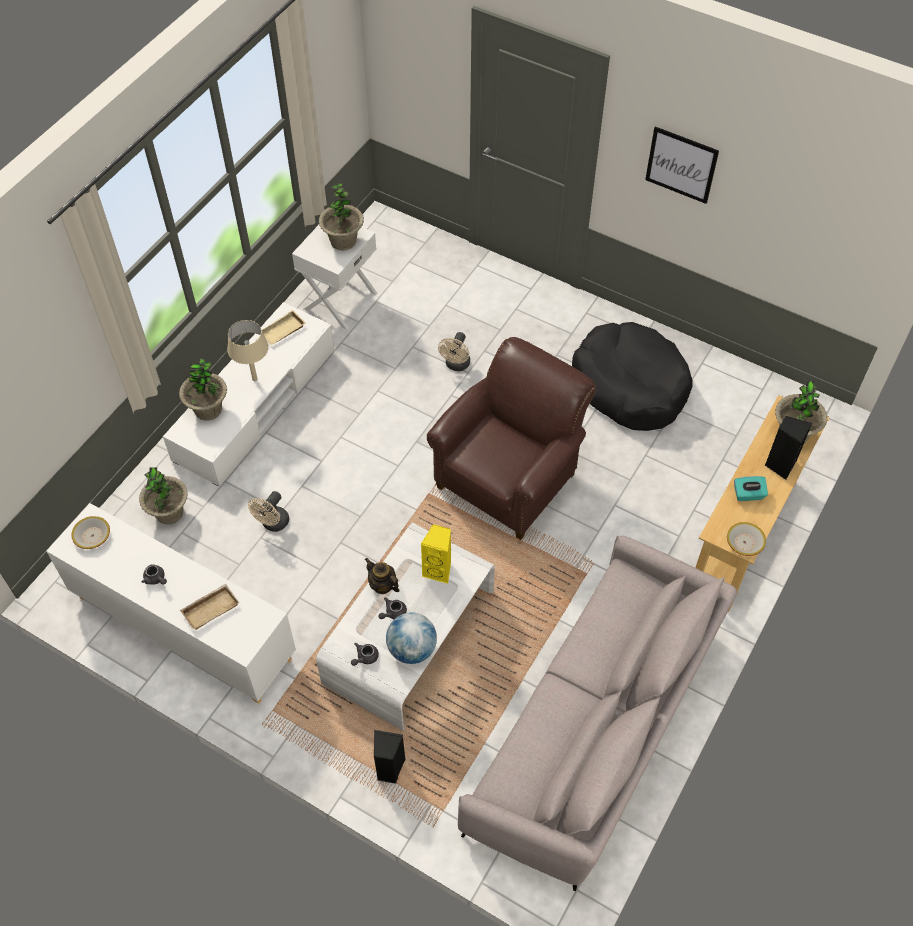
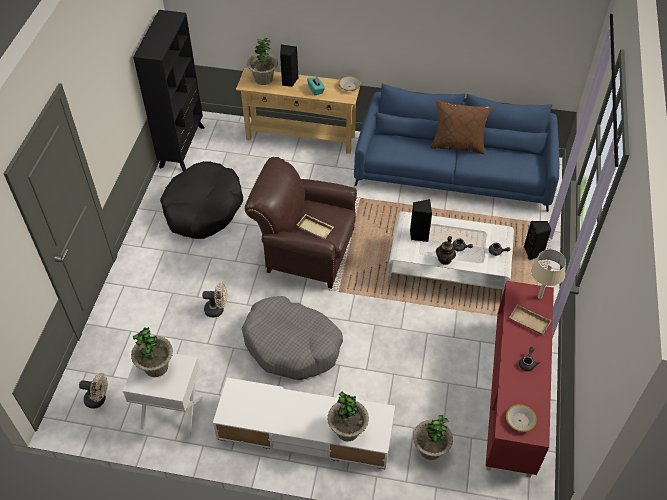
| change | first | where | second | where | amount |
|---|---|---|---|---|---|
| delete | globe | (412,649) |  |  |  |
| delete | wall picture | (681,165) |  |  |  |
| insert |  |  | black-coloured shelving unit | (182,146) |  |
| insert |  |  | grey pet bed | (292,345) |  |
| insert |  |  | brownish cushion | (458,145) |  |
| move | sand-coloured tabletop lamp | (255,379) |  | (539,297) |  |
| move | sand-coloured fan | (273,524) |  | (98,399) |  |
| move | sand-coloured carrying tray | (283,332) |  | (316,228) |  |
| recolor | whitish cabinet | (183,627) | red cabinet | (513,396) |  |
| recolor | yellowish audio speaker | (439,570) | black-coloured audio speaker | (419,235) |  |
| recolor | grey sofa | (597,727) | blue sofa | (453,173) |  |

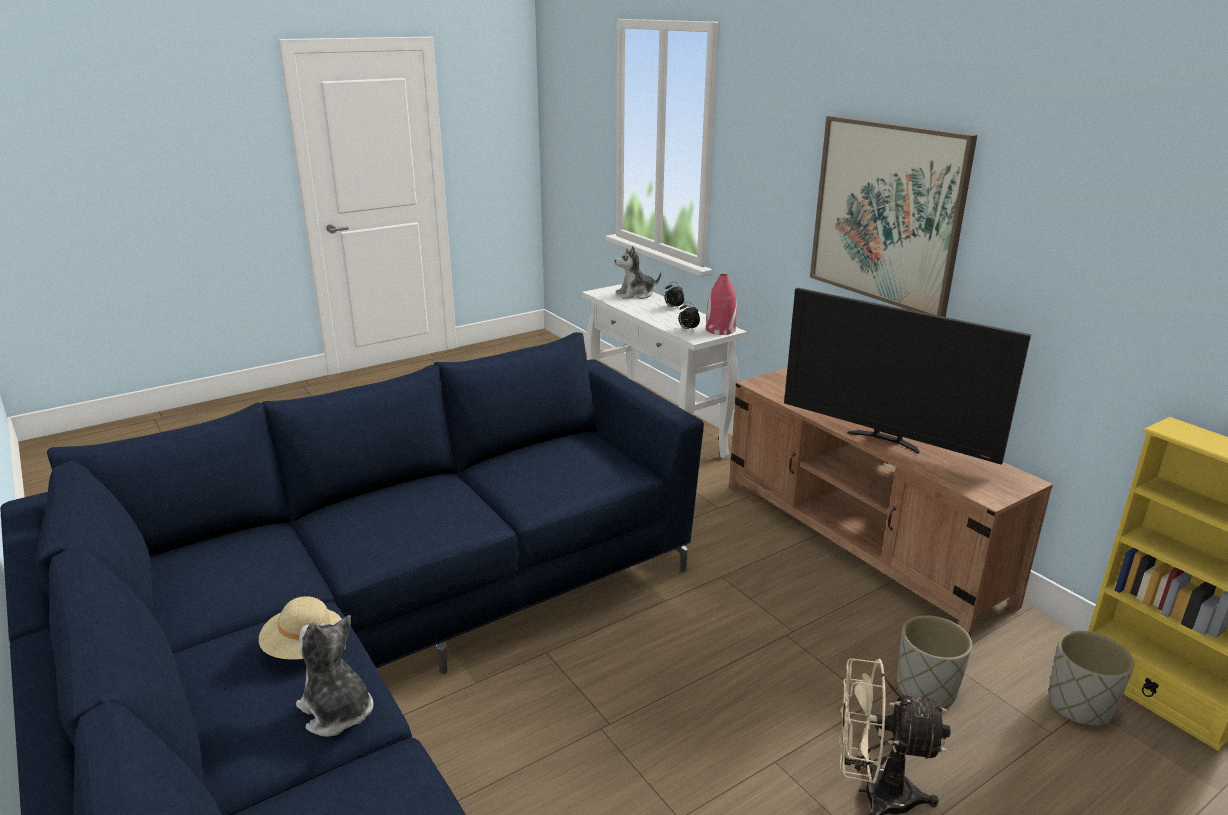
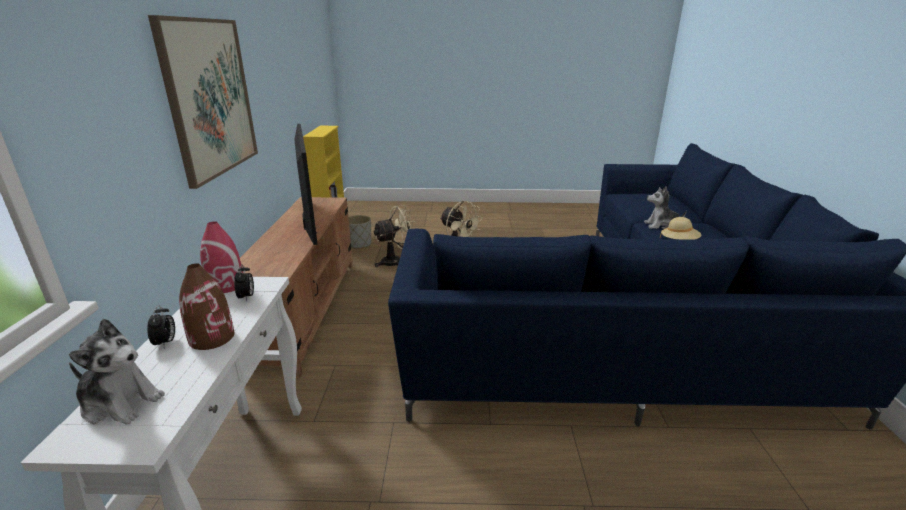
| change | first | where | second | where | amount |
|---|---|---|---|---|---|
| insert |  |  | brownish vase | (212,337) |  |
| replace | grey plant pot | (926,689) | sand-coloured fan | (396,262) |  |
| rotate | cuddly toy | (337,712) |  | (661,226) | 105 degrees clockwise |

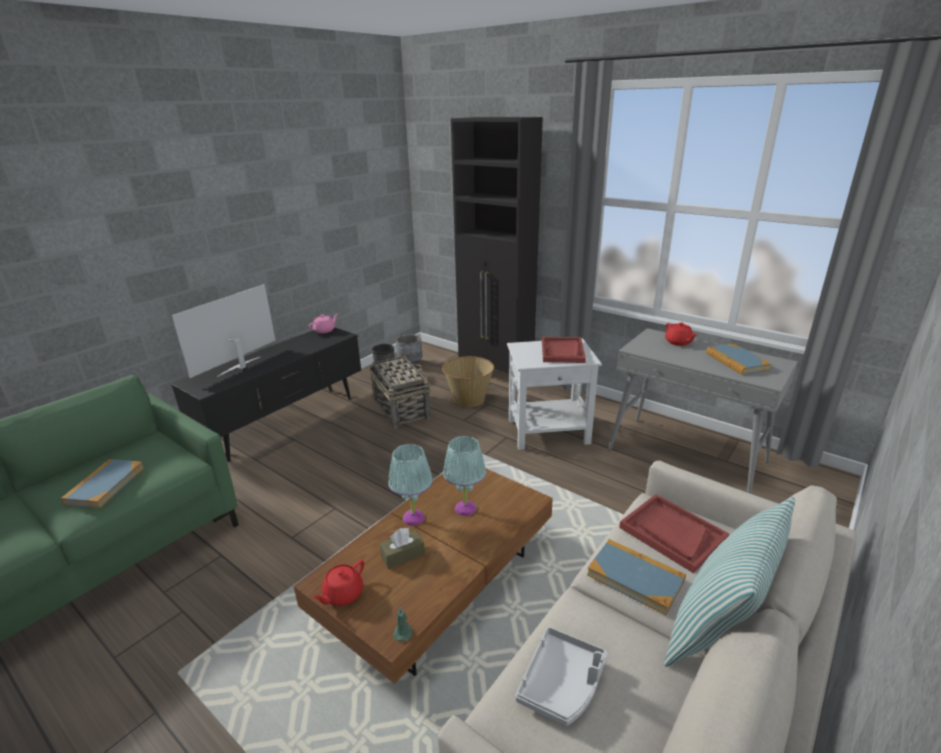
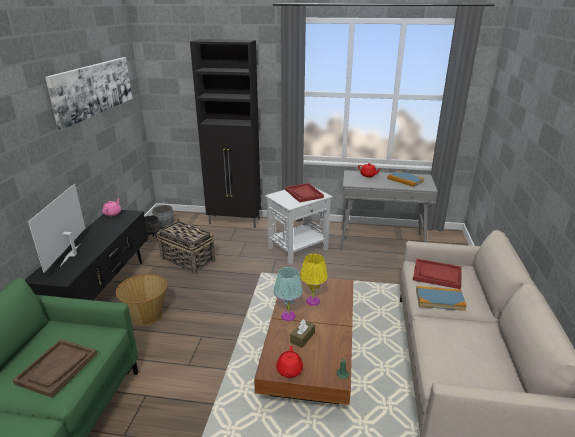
| change | first | where | second | where | amount |
|---|---|---|---|---|---|
| delete | grey carrying tray | (562,683) |  |  |  |
| delete | cushion | (717,629) |  |  |  |
| insert |  |  | wall picture | (94,89) |  |
| move | basket | (469,399) |  | (146,315) |  |
| replace | bound book | (105,486) | brownish carrying tray | (57,368) |  |
| recolor | turquoise-coloured tabletop lamp | (465,508) | yellowish tabletop lamp | (313,301) |  |

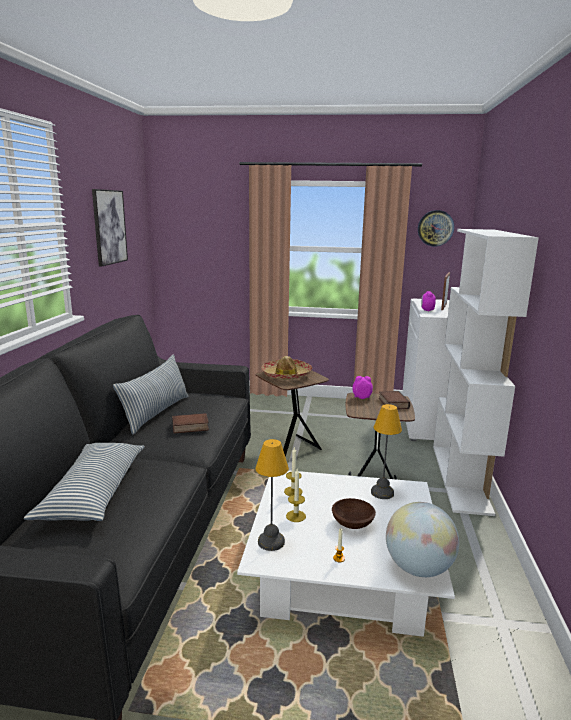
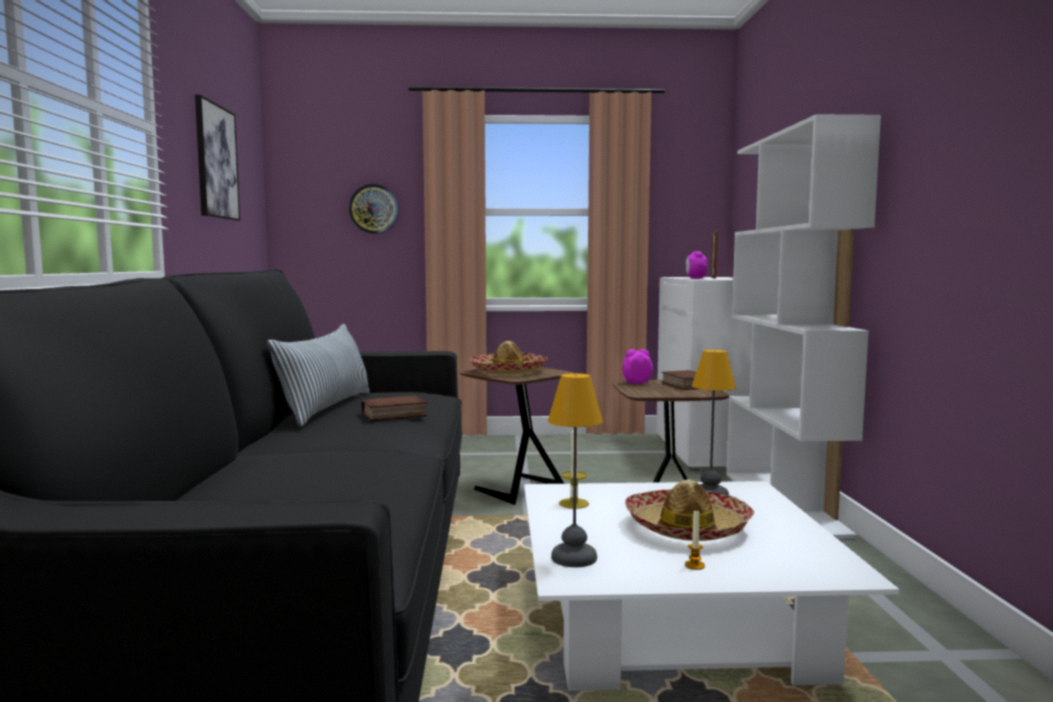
| change | first | where | second | where | amount |
|---|---|---|---|---|---|
| delete | cushion | (93,492) |  |  |  |
| delete | wax light | (295,516) |  |  |  |
| delete | globe | (418,568) |  |  |  |
| move | wall clock | (435,228) |  | (374,209) |  |
| replace | brownish serving bowl | (352,523) | hat | (688,528) |  |

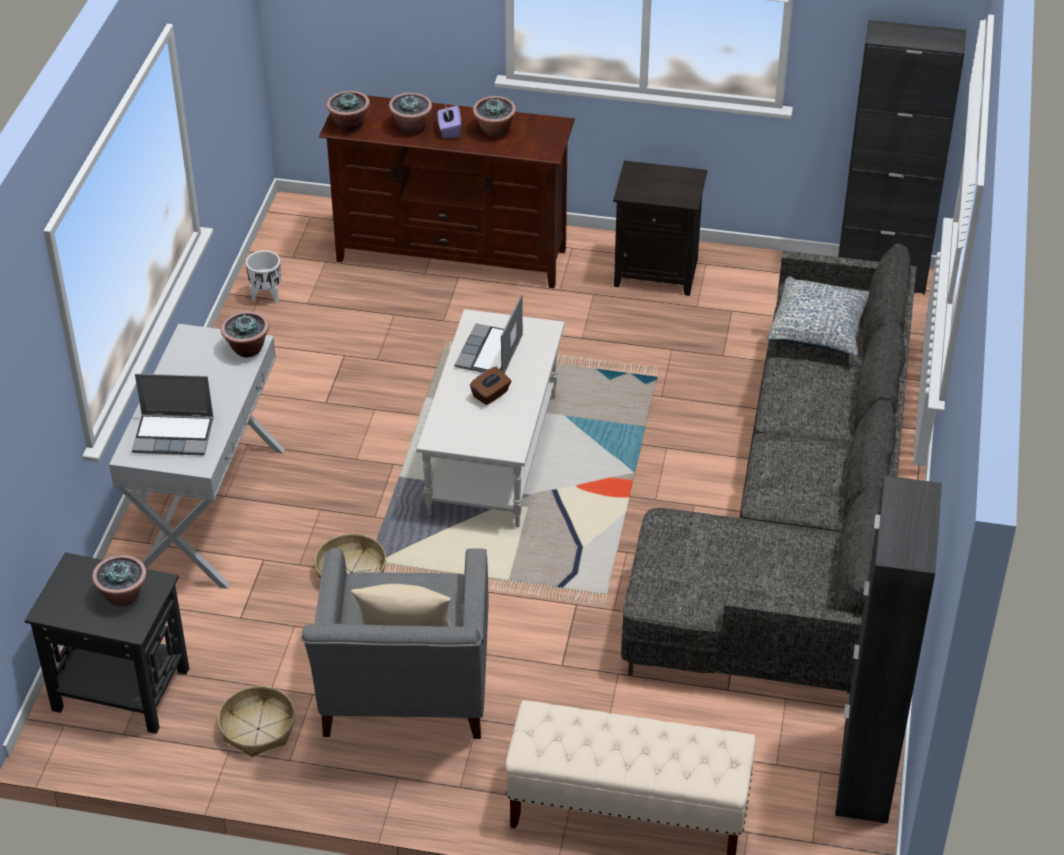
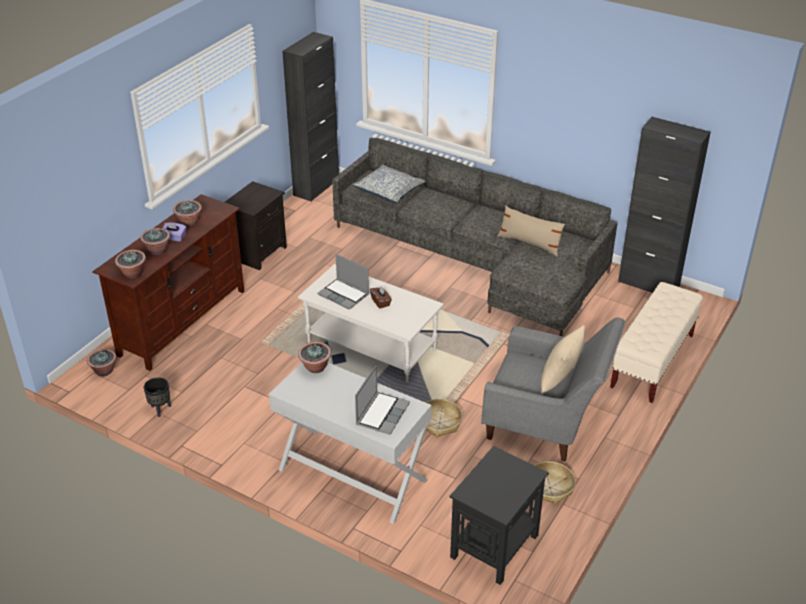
| change | first | where | second | where | amount |
|---|---|---|---|---|---|
| insert |  |  | sand-coloured cushion | (529,243) |  |
| move | plant in a pot | (123,596) |  | (104,371) |  |
| recolor | whitish plant pot | (267,296) | black-coloured plant pot | (160,409) |  |

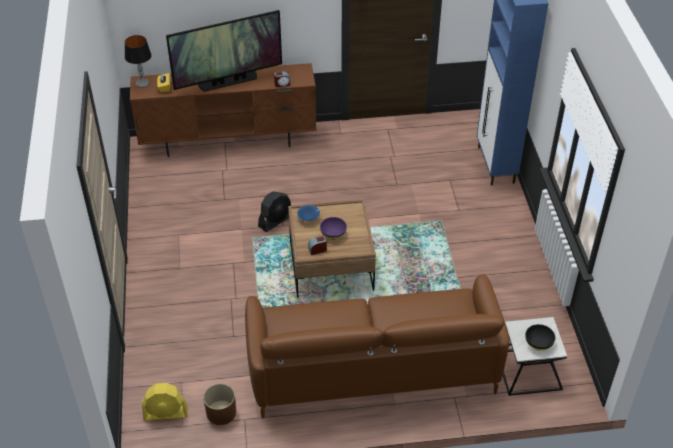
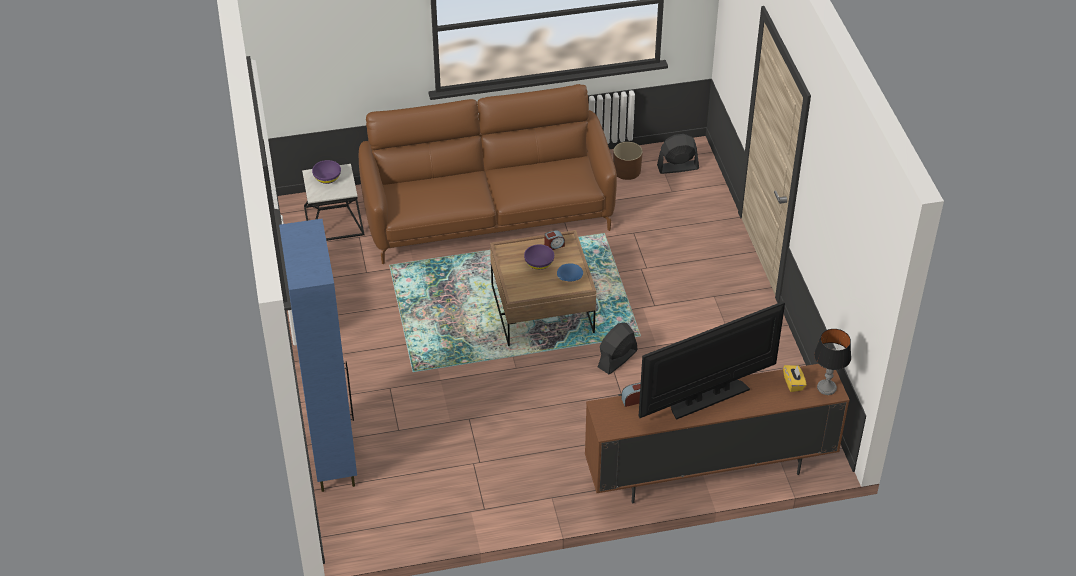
| change | first | where | second | where | amount |
|---|---|---|---|---|---|
| recolor | yellowish fan | (166,413) | black-coloured fan | (677,167) |  |
| recolor | black-coloured serving bowl | (538,343) | purple serving bowl | (327,178) |  |

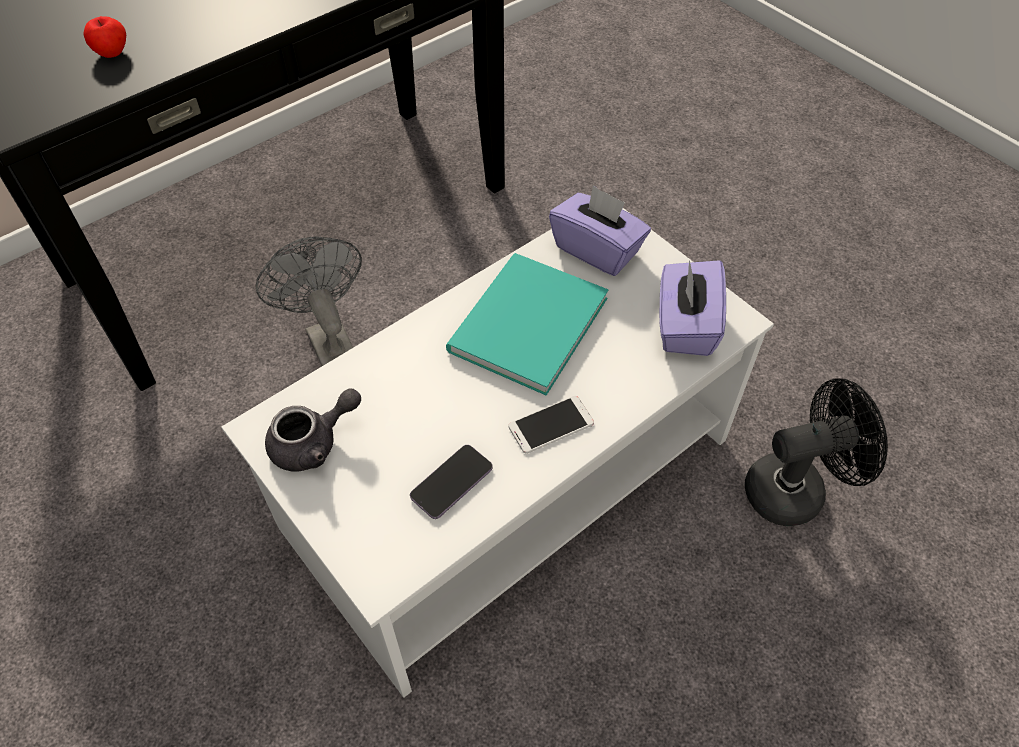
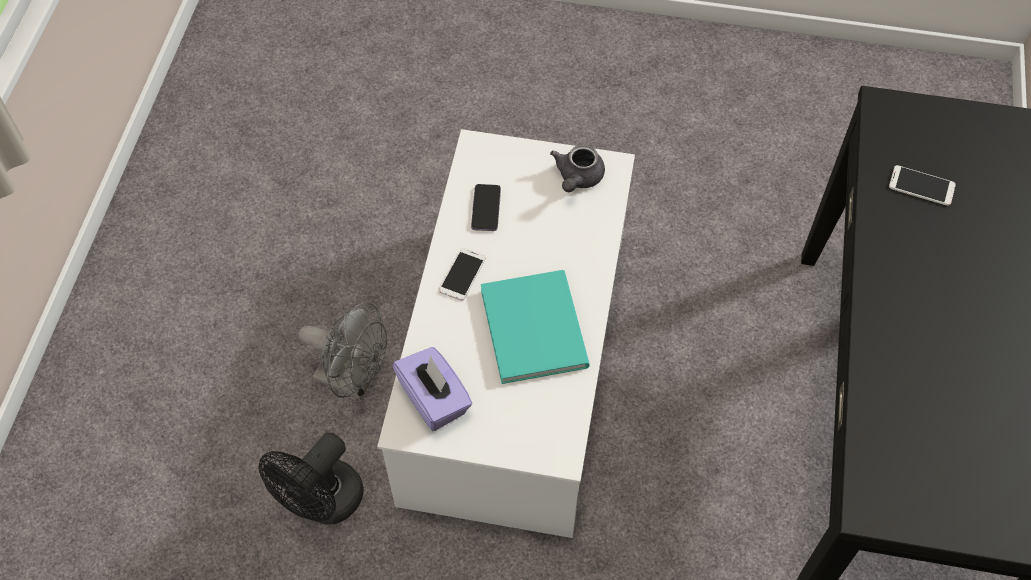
| change | first | where | second | where | amount |
|---|---|---|---|---|---|
| delete | purple tissue holder | (597,249) |  |  |  |
| move | grey fan | (327,339) |  | (353,380) |  |
| replace | apple fruit | (112,52) | telephone | (921,186) |  |

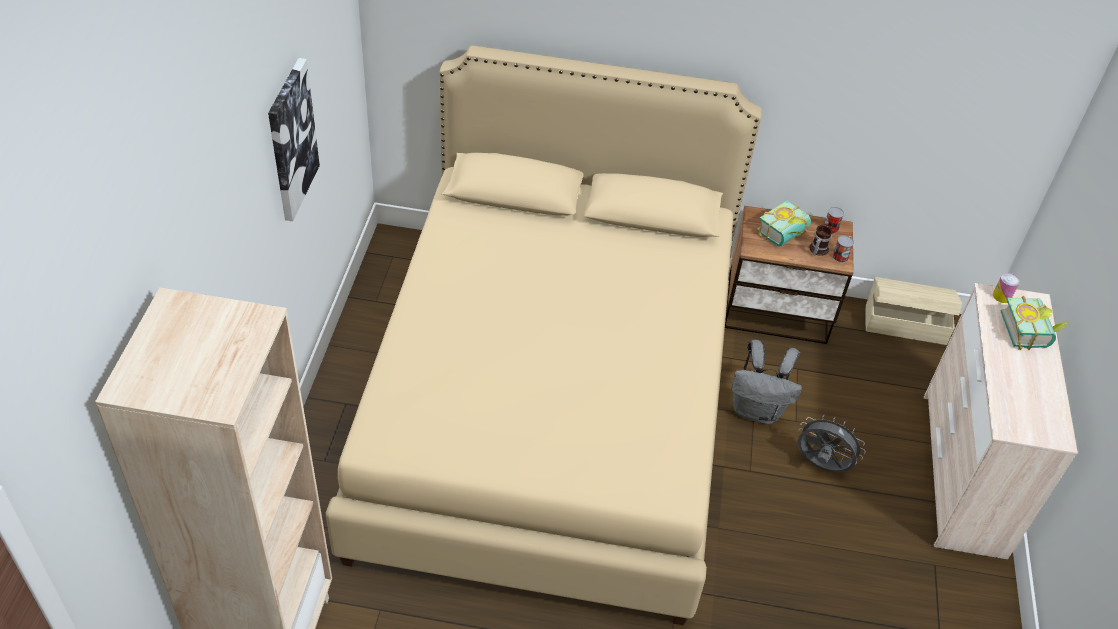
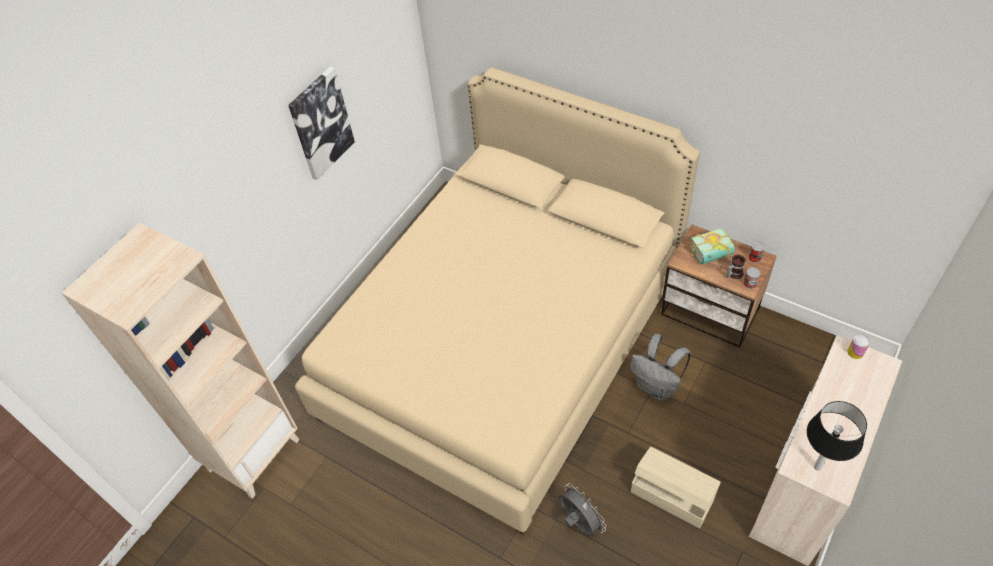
| change | first | where | second | where | amount |
|---|---|---|---|---|---|
| delete | bound book | (1029,331) |  |  |  |
| insert |  |  | tabletop lamp | (818,466) |  |
| move | grey fan | (820,466) |  | (579,523) |  |
| move | sand-coloured storage bin | (904,323) |  | (671,494) |  |

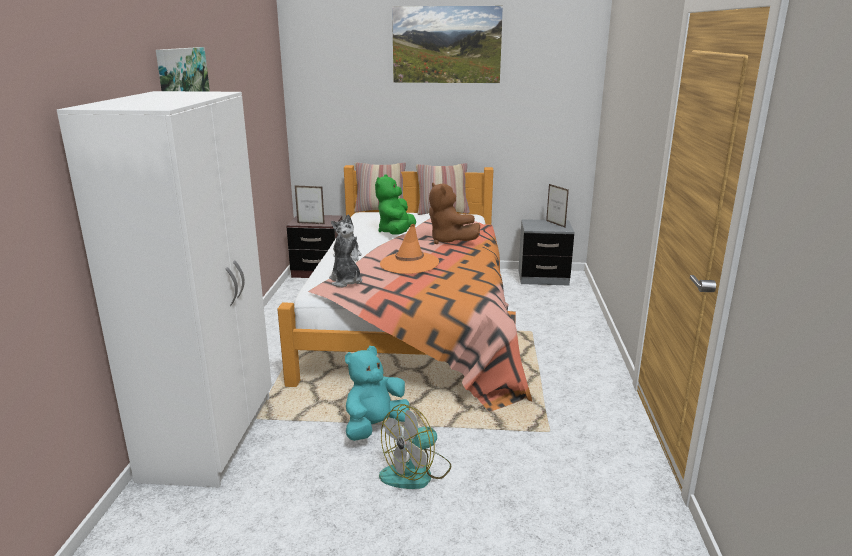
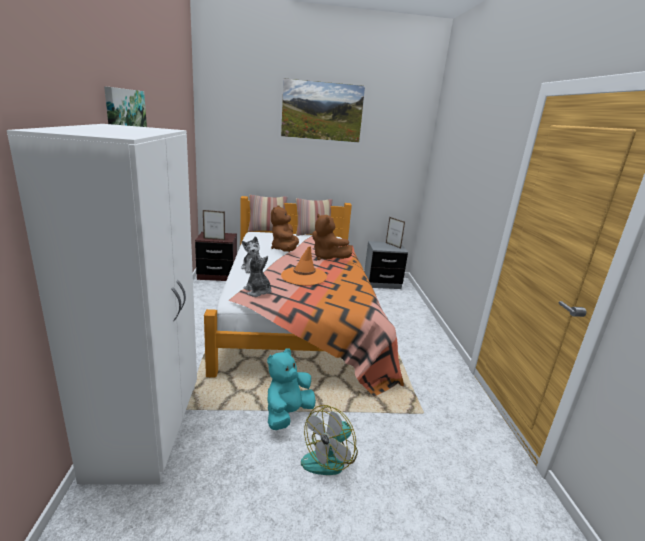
| change | first | where | second | where | amount |
|---|---|---|---|---|---|
| recolor | green cuddly toy | (396,233) | brownish cuddly toy | (284,250) |  |

